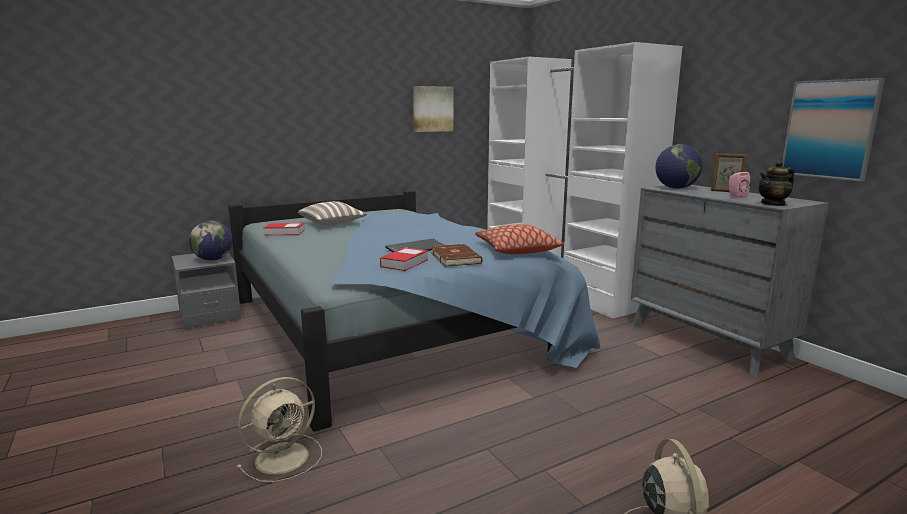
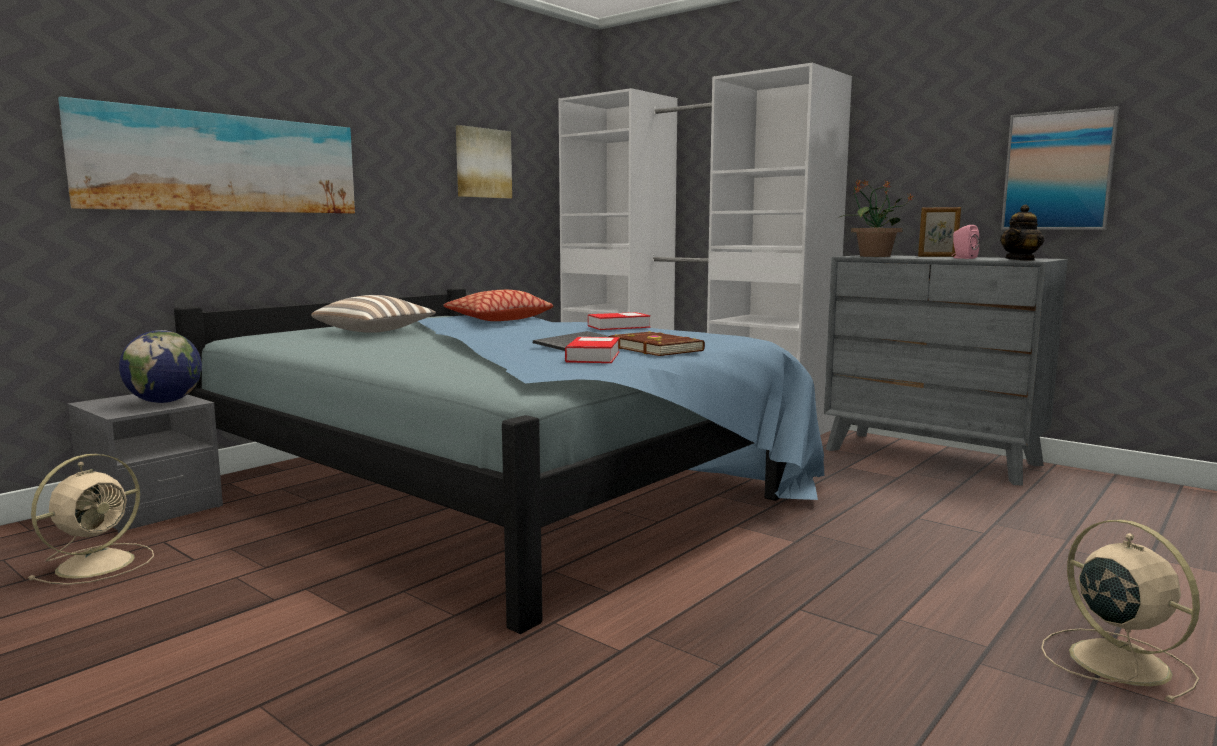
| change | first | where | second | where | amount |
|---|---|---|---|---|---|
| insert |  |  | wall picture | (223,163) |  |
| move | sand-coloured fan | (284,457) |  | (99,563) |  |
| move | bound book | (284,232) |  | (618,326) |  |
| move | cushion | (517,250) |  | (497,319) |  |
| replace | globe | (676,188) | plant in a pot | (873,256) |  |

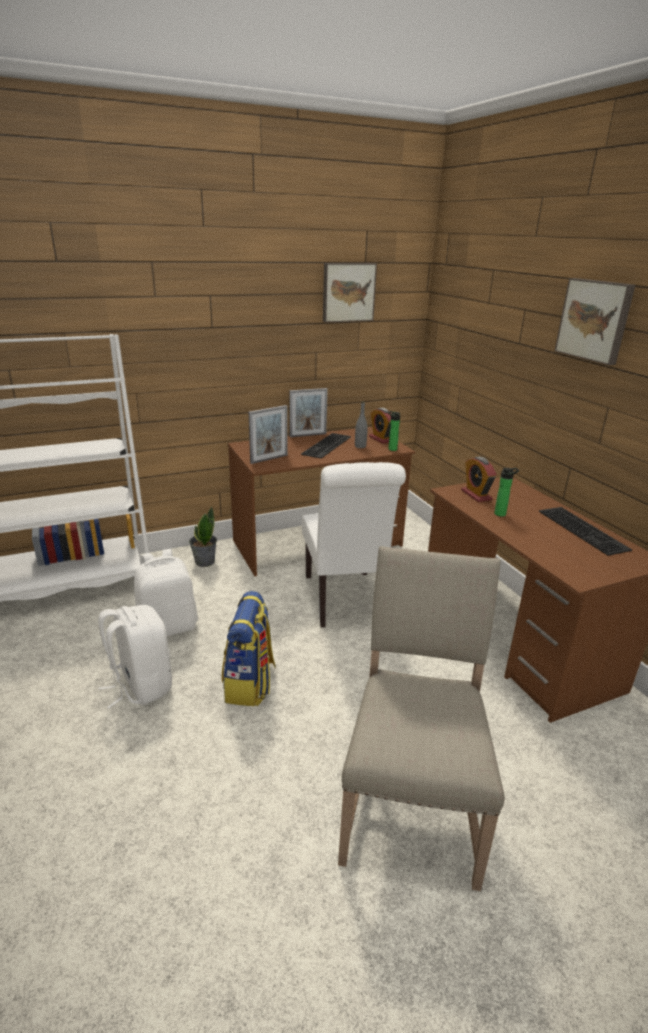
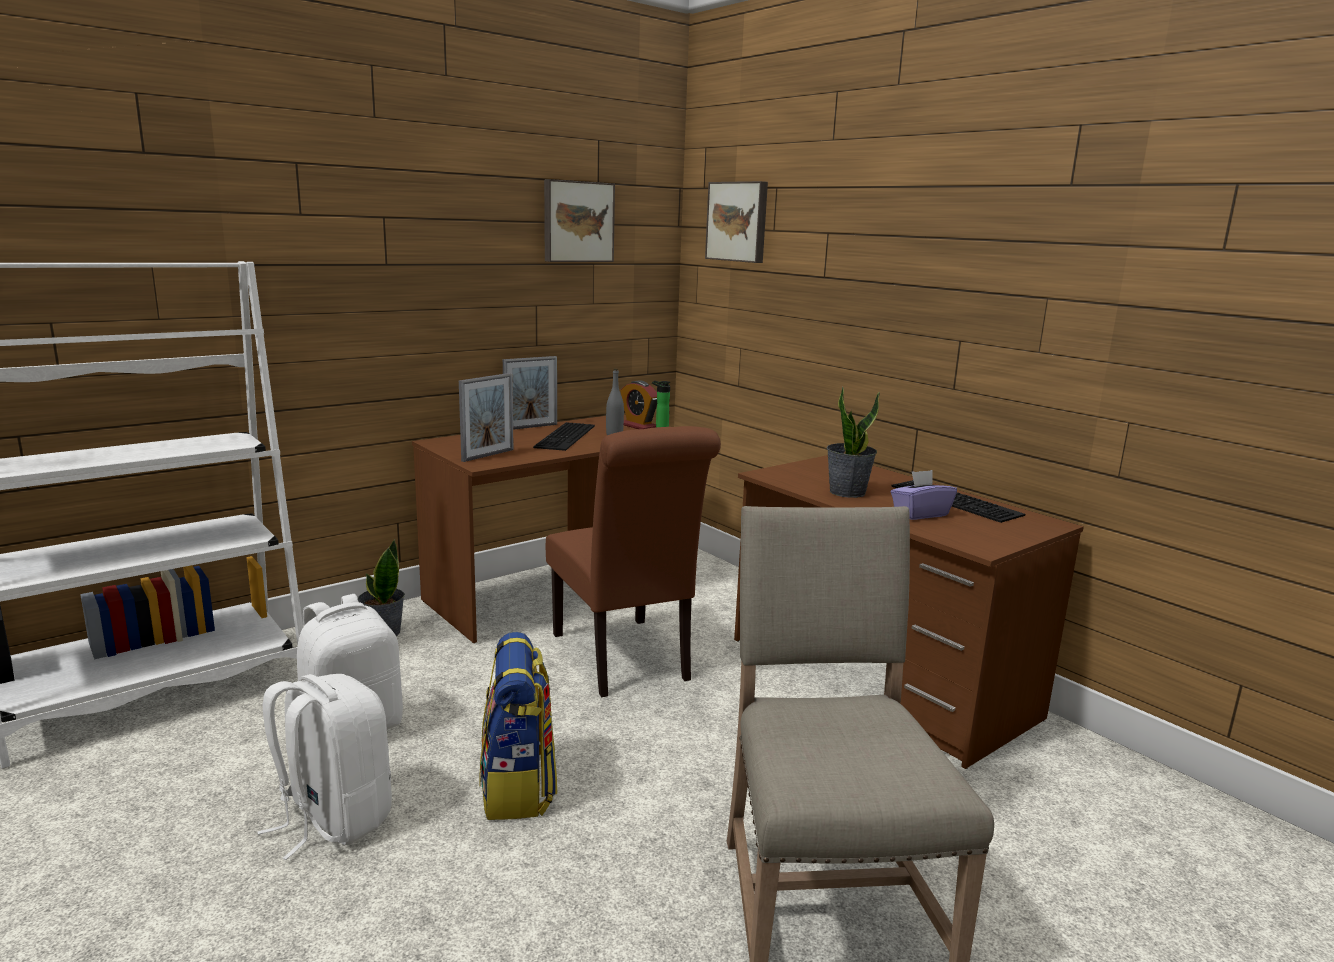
| change | first | where | second | where | amount |
|---|---|---|---|---|---|
| delete | alarm clock | (476,495) |  |  |  |
| insert |  |  | purple tissue holder | (920,514) |  |
| move | wall picture | (595,320) |  | (738,222) |  |
| replace | beverage bottle | (501,514) | plant in a pot | (847,492) |  |
| recolor | whitish chair | (344,602) | brownish chair | (625,660) |  |

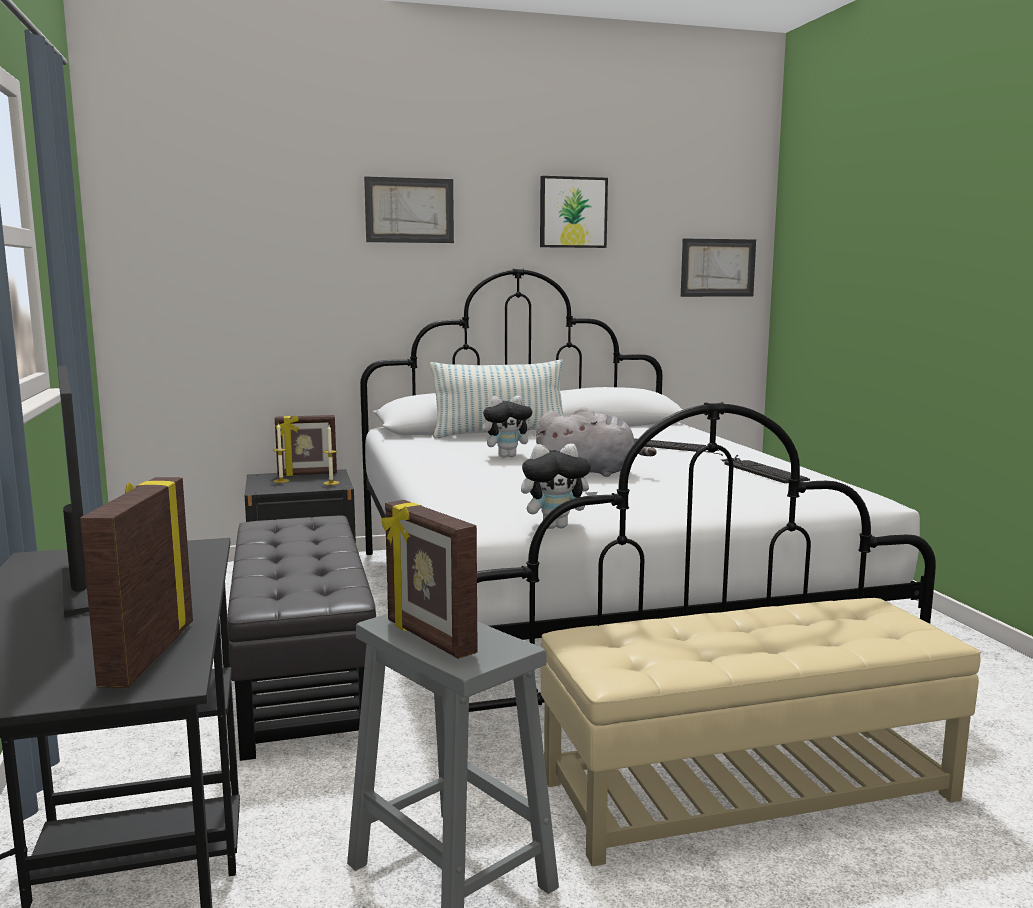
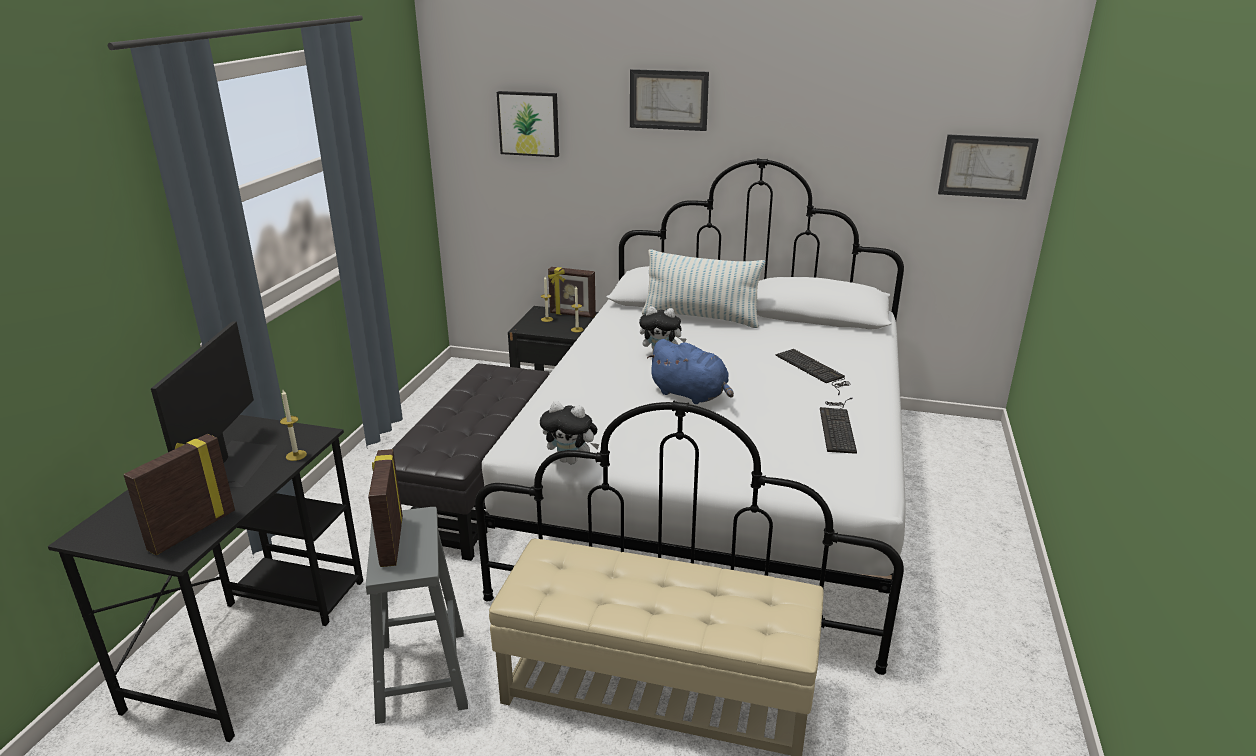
| change | first | where | second | where | amount |
|---|---|---|---|---|---|
| insert |  |  | wax light | (296,455) |  |
| move | wall picture | (572,212) |  | (529,123) |  |
| recolor | grey cuddly toy | (590,473) | blue cuddly toy | (691,395) |  |

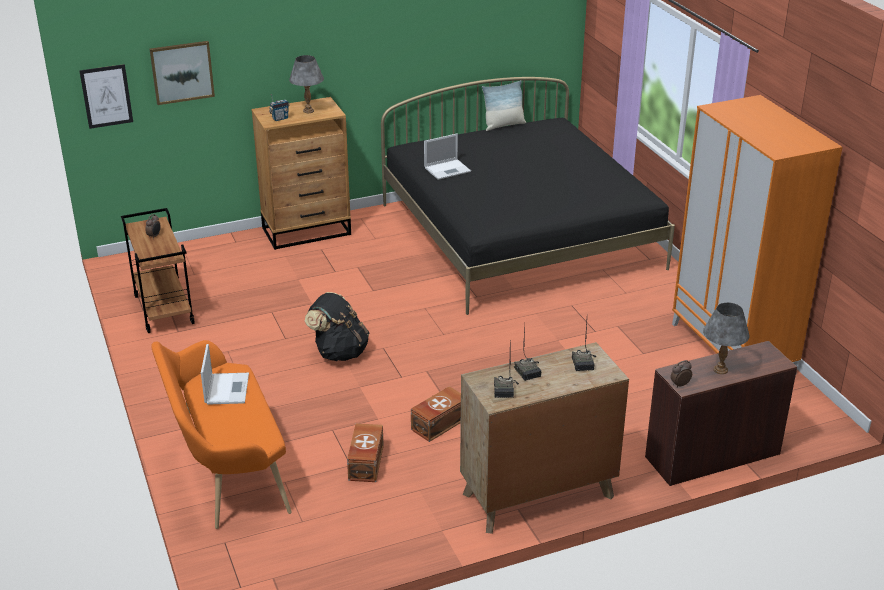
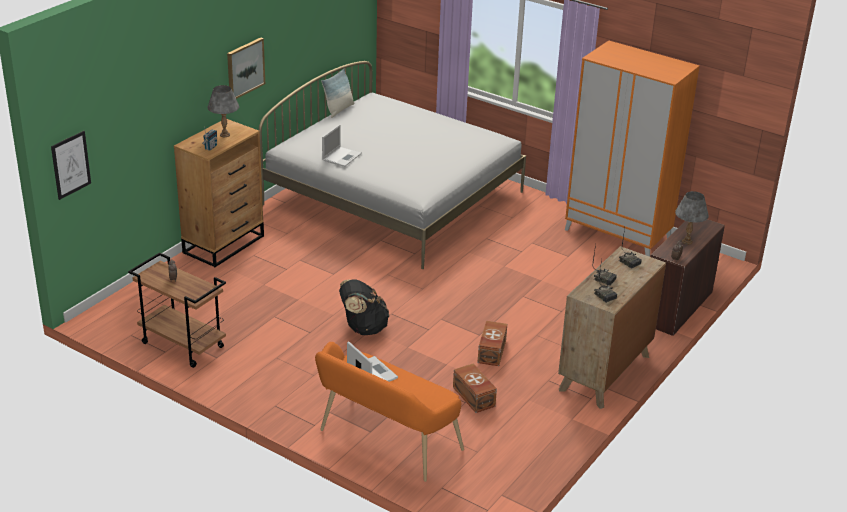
| change | first | where | second | where | amount |
|---|---|---|---|---|---|
| move | wall picture | (182,72) |  | (245,68) |  |
| recolor | black-coloured bedroom bed | (519,236) | whitish bedroom bed | (394,198) |  |

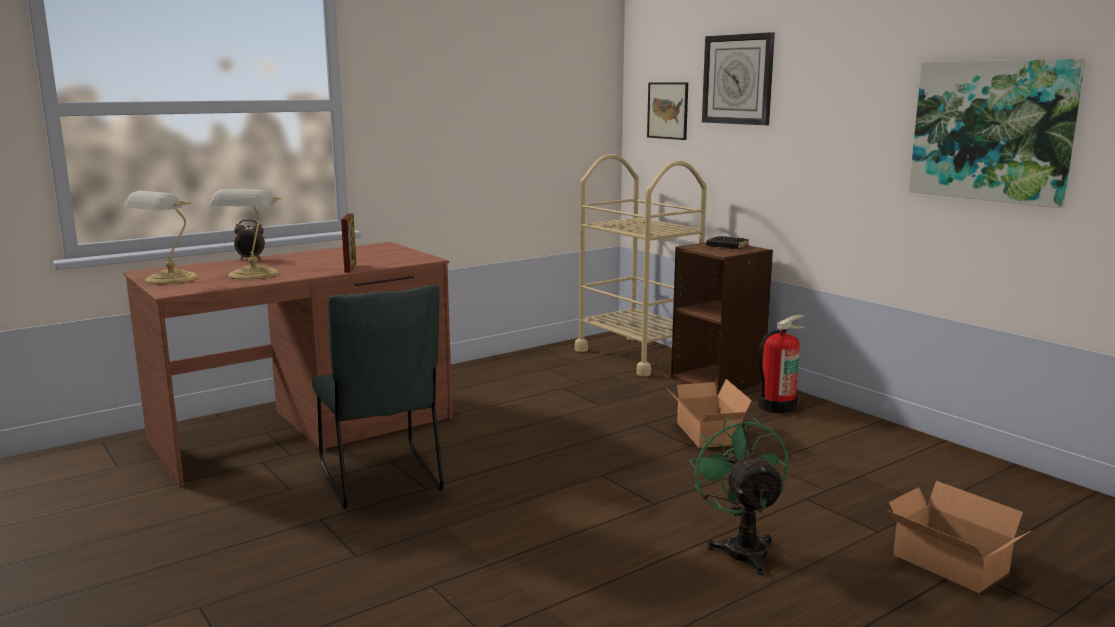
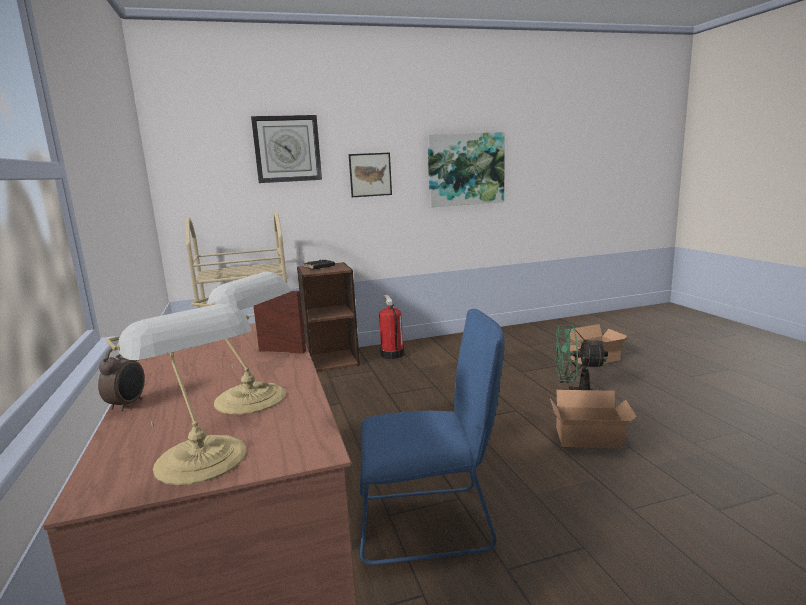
| change | first | where | second | where | amount |
|---|---|---|---|---|---|
| move | wall picture | (668,110) |  | (370,174) |  |
| move | packing box | (705,434) |  | (590,439) |  |
| recolor | grey chair | (382,480) | blue chair | (431,523) |  |

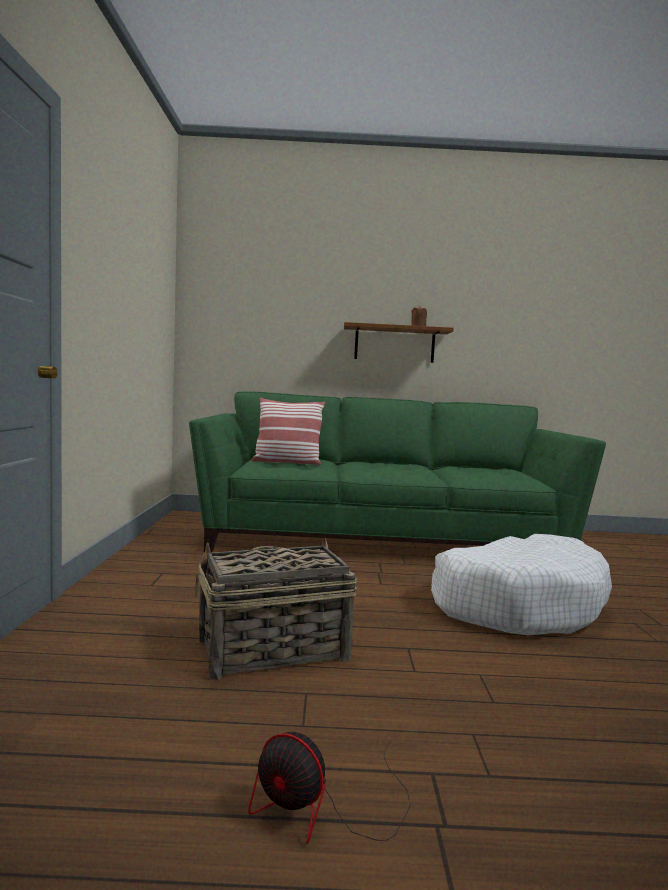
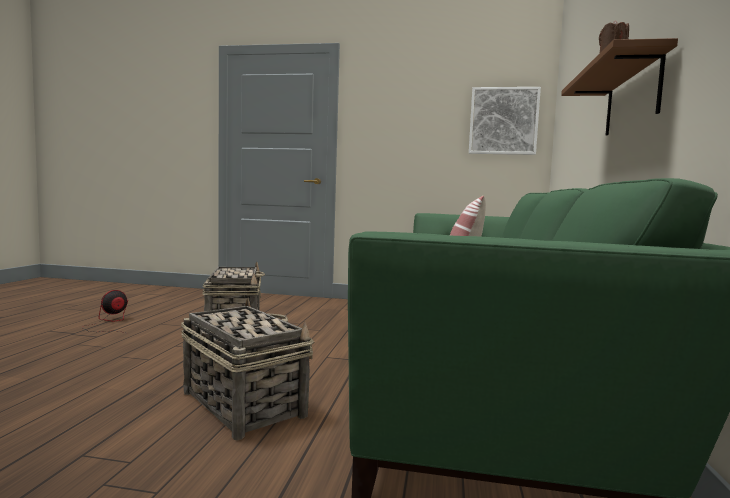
| change | first | where | second | where | amount |
|---|---|---|---|---|---|
| insert |  |  | wall picture | (503,121) |  |
| replace | whitish pet bed | (517,604) | basket | (242,403) |  |

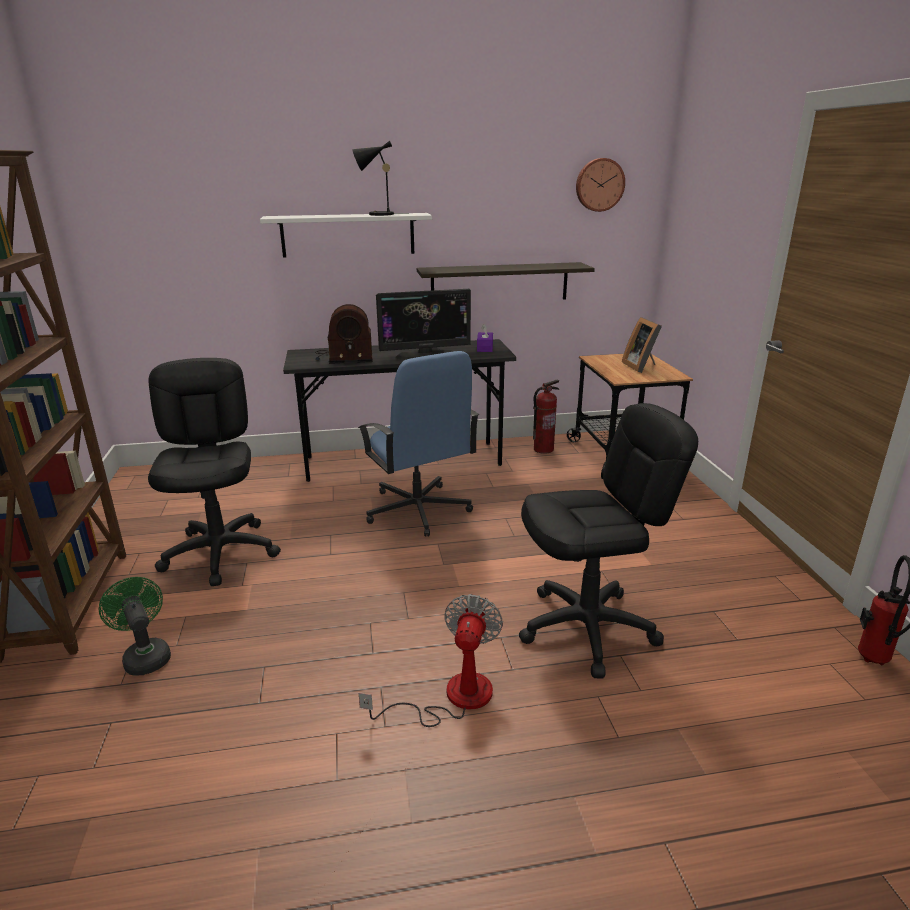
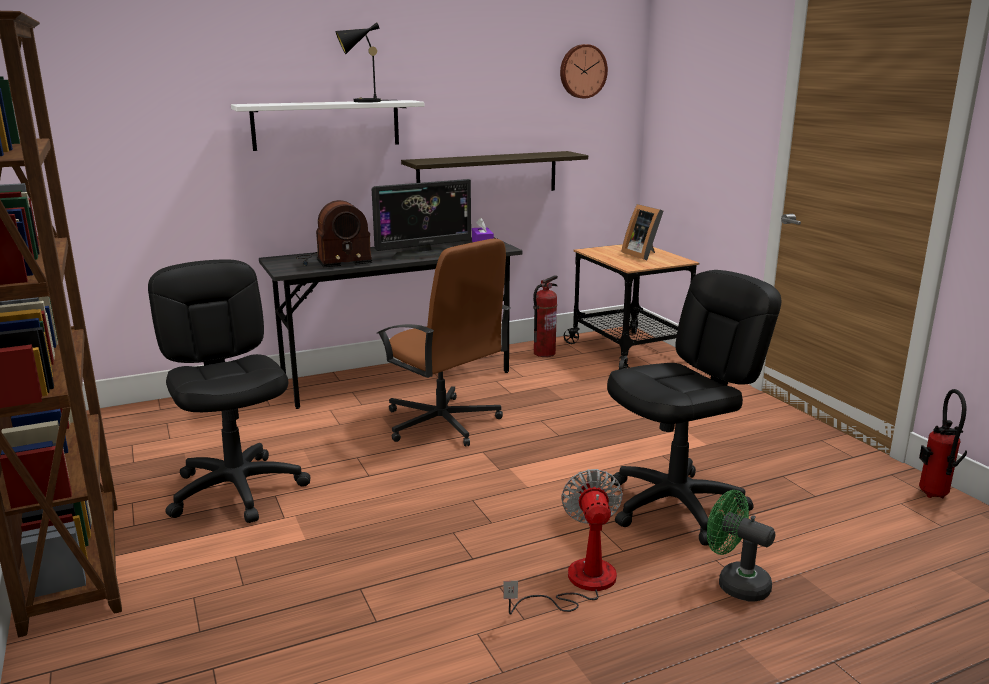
| change | first | where | second | where | amount |
|---|---|---|---|---|---|
| move | green fan | (145,656) |  | (735,583) |  |
| recolor | blue office chair | (418,510) | brownish office chair | (442,423) |  |

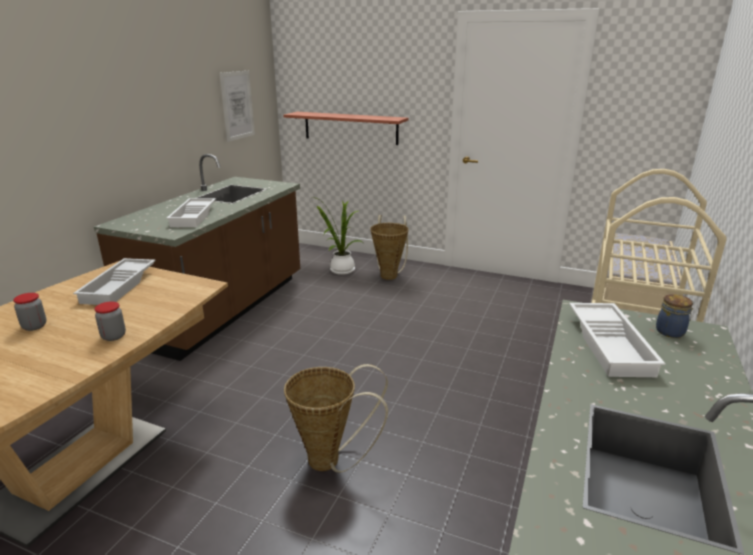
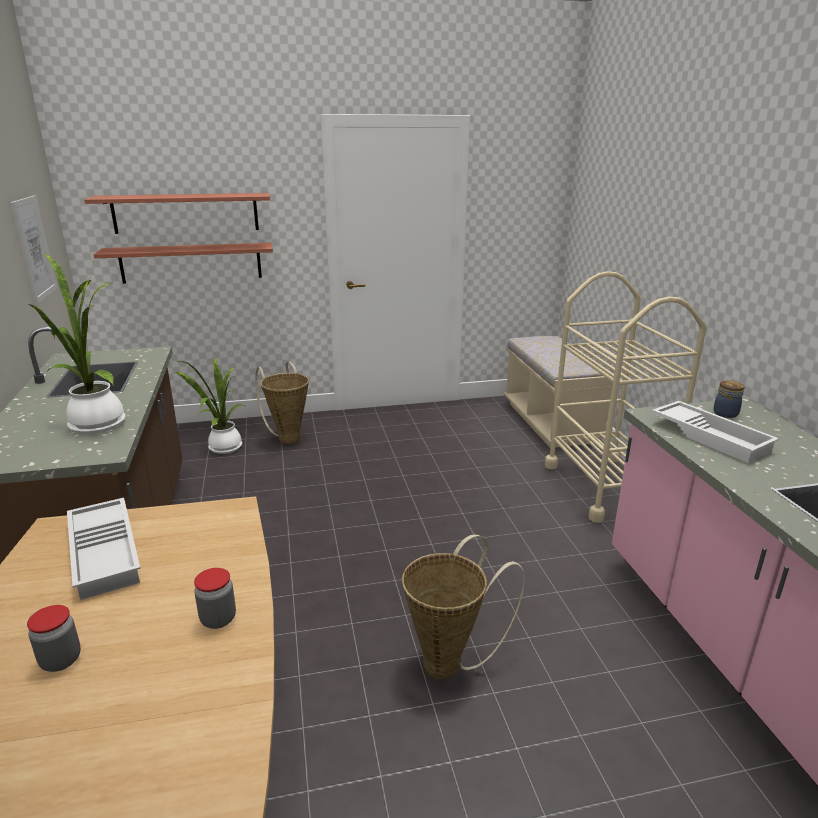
| change | first | where | second | where | amount |
|---|---|---|---|---|---|
| insert |  |  | wall shelf | (186,213) |  |
| replace | whitish carrying tray | (194,216) | plant in a pot | (97,422) |  |

